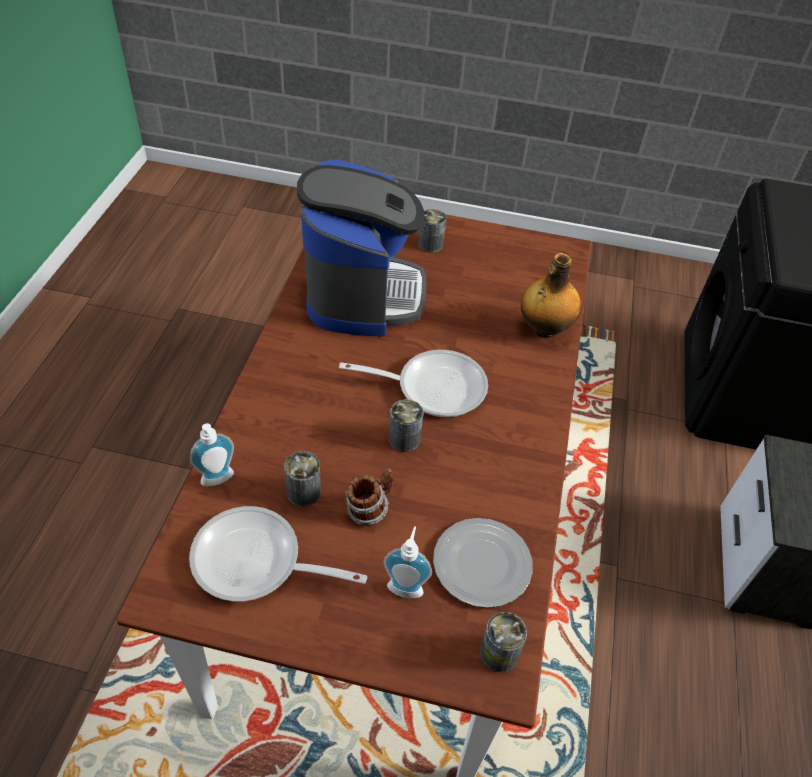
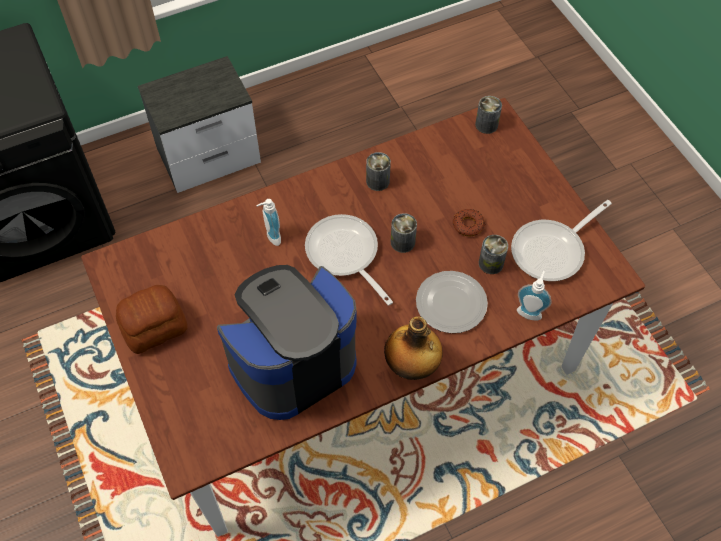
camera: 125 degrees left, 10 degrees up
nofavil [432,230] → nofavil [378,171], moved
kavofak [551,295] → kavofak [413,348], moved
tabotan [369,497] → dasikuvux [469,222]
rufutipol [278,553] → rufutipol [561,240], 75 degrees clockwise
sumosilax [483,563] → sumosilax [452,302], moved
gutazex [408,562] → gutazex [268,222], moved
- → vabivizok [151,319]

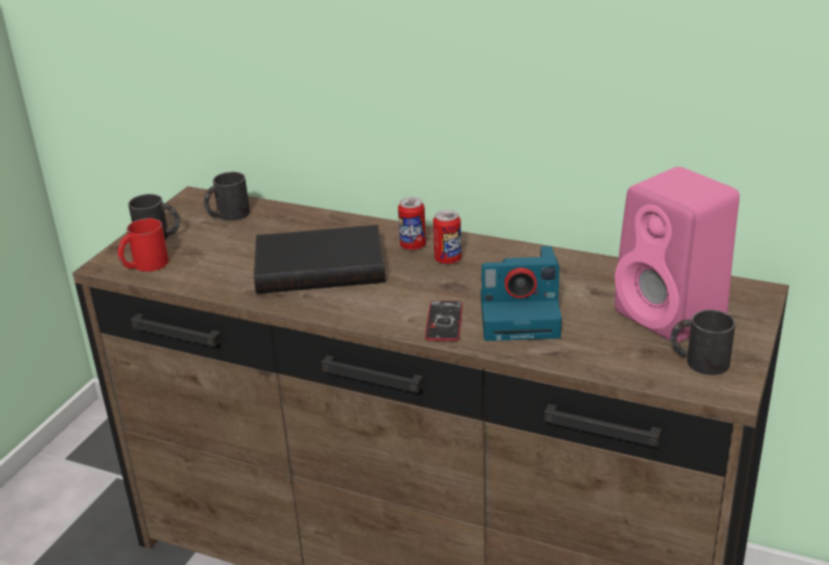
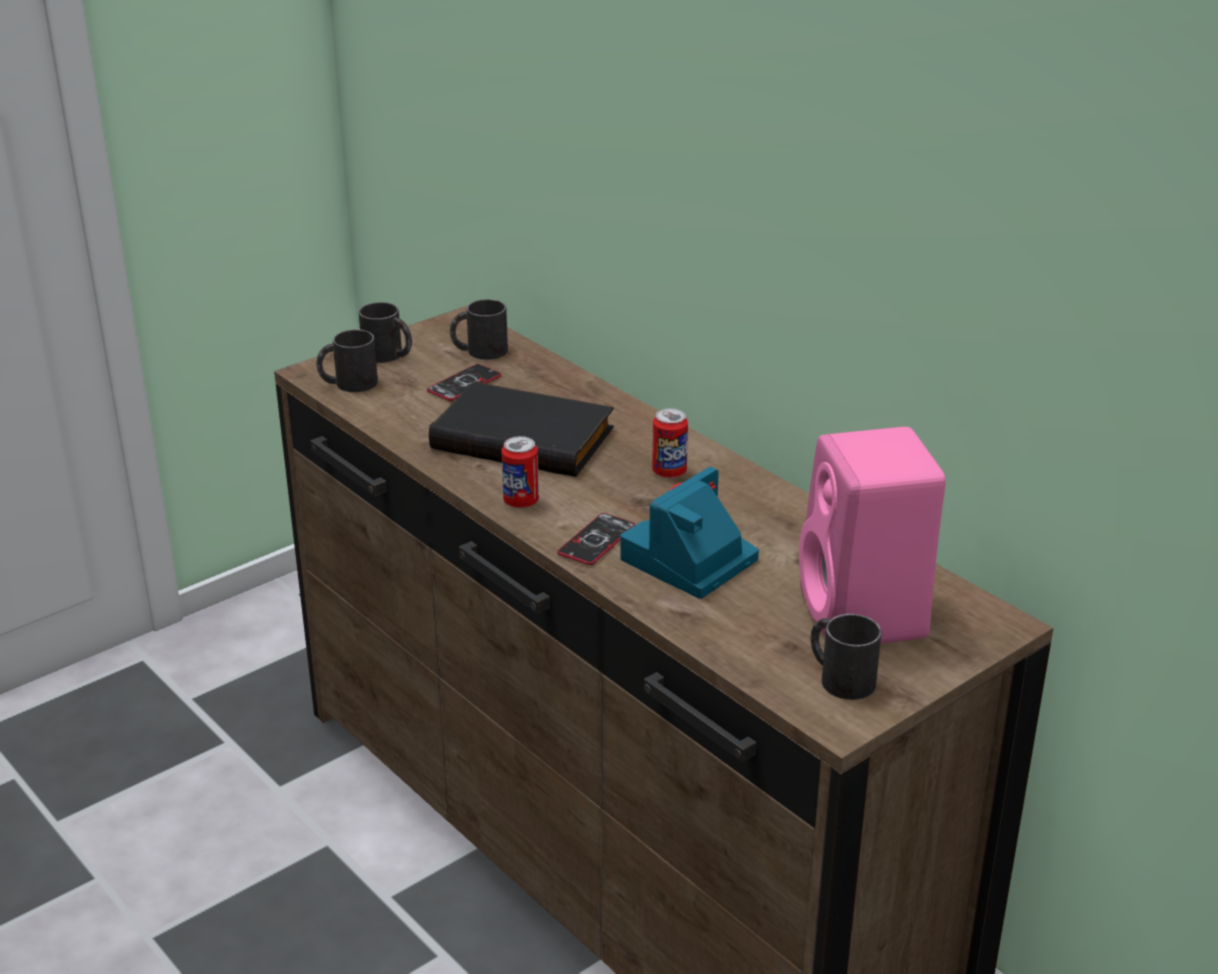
camera: 25 degrees right, 0 degrees up
nofavil [412,224] → nofavil [520,472], moved
tabotan (red) [143,245] → tabotan (black) [347,360]
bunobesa [521,293] → bunobesa [689,533], 105 degrees clockwise
- → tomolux [464,382]

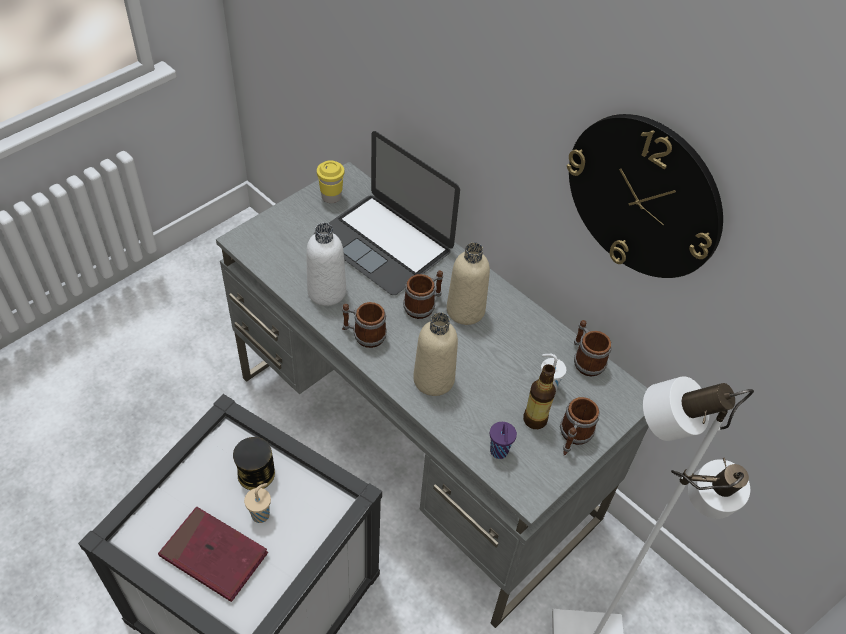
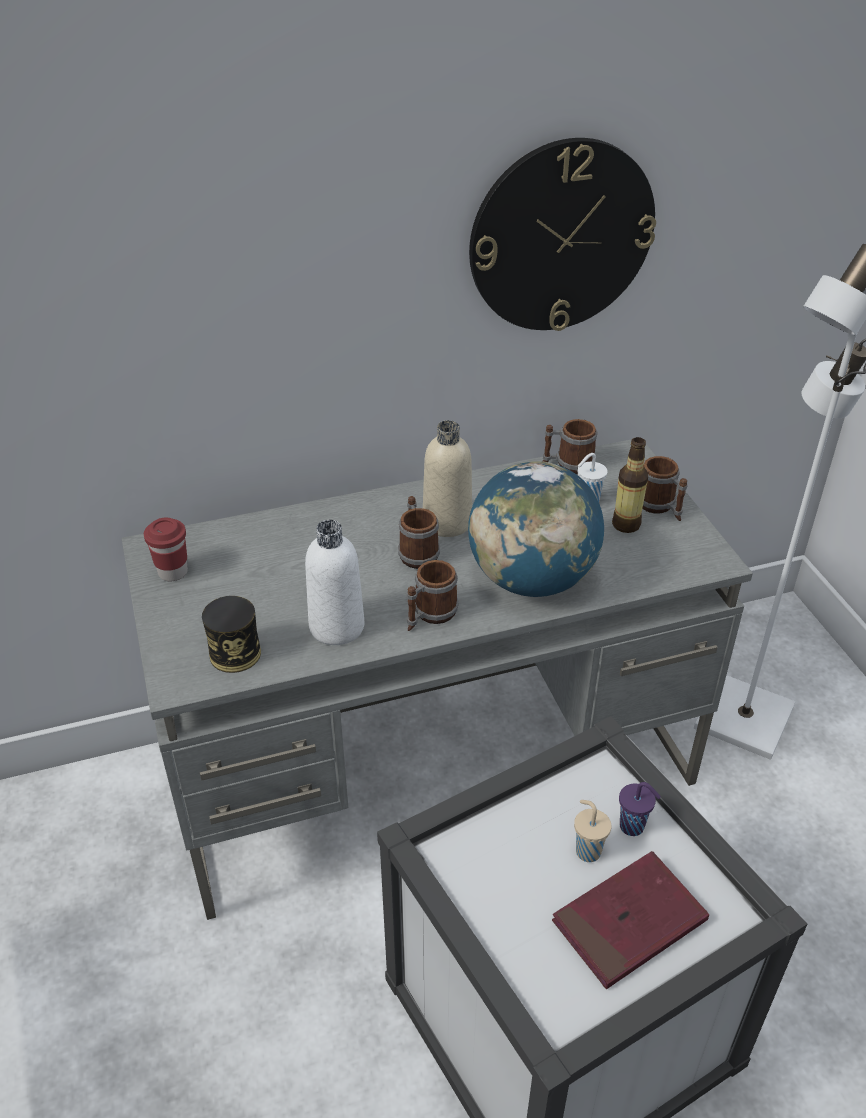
camera: 60 degrees left, 10 degrees down
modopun [387,213] → -
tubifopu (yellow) [330,181] → tubifopu (red) [166,549]
kavofak (beige) [435,354] → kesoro [536,529]
tubifopu (purple) [503,440] → tubifopu (purple) [640,809], moved
nofavil [254,463] → nofavil [231,634], moved

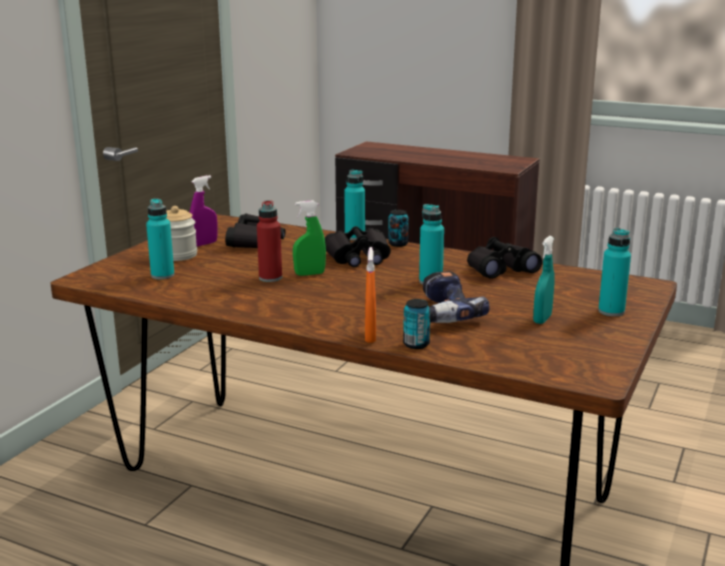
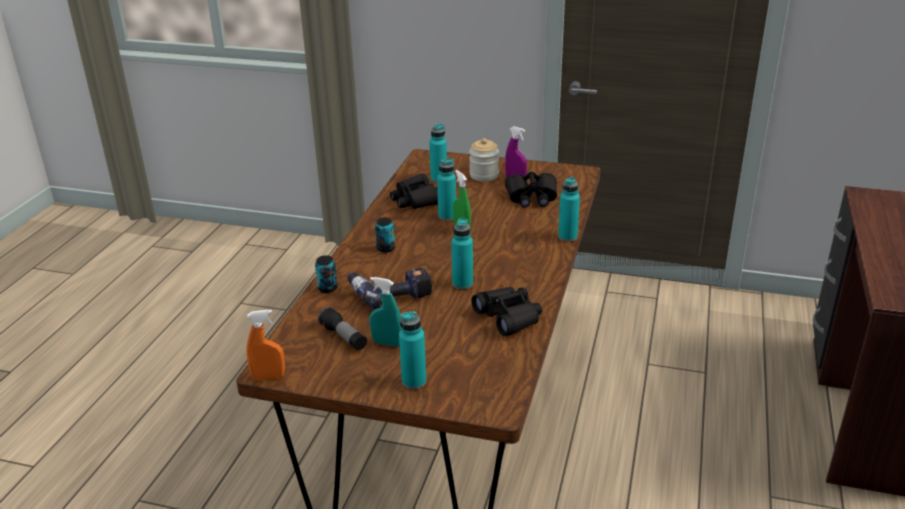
camera: 80 degrees right, 10 degrees up
kavofak (red) [269,241] → kavofak (turquoise) [446,189]
nofavil [398,228] → nofavil [385,235], moved
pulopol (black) [358,246] → pulopol (black) [414,191], moved
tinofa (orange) [370,295] → tinofa (orange) [265,345], moved
- → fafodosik [342,328]

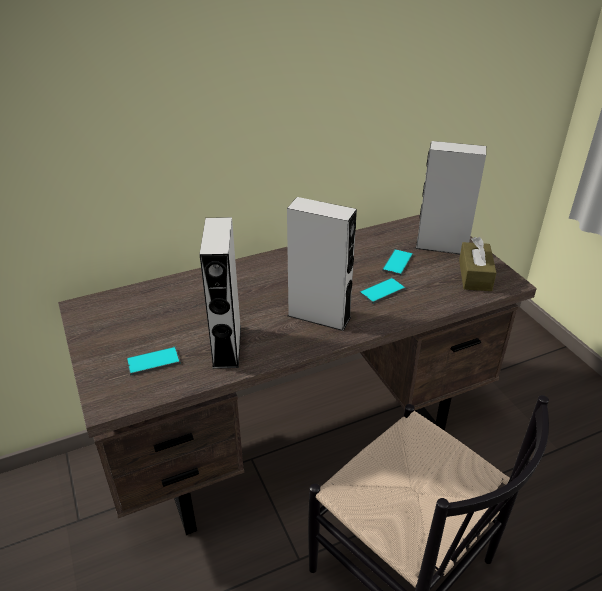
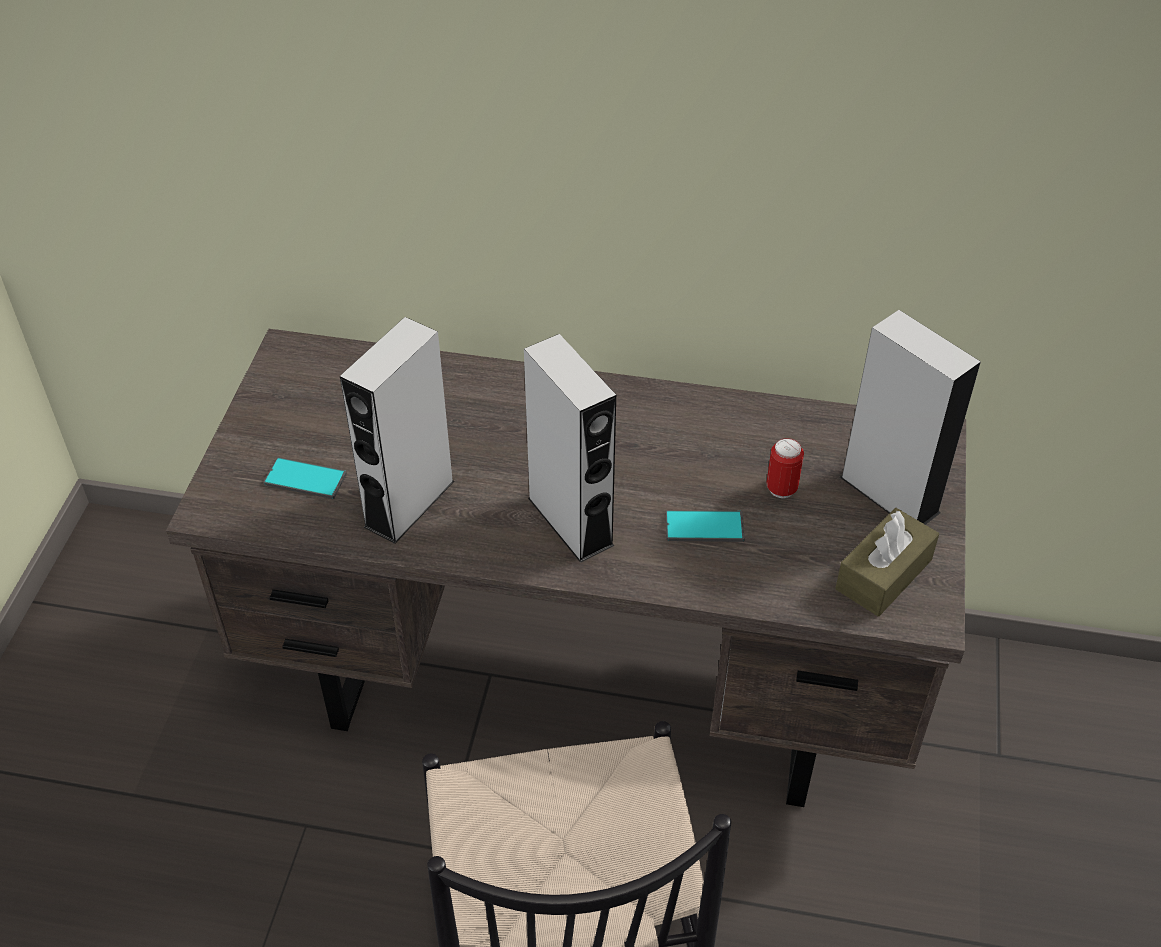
camera: 35 degrees right, 10 degrees up
tomolux [397,262] → nofavil [785,468]

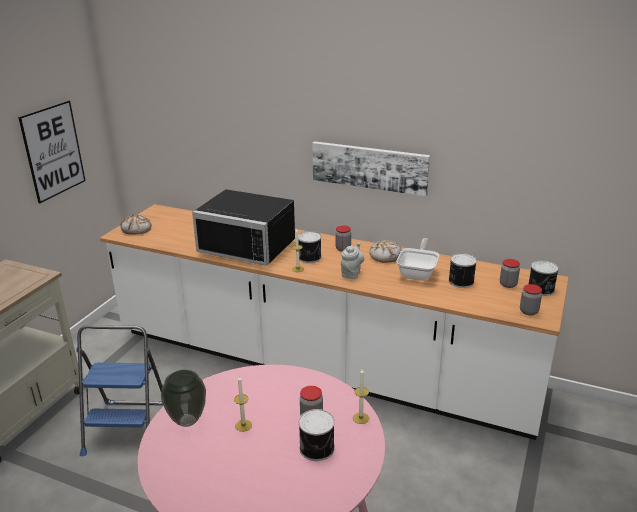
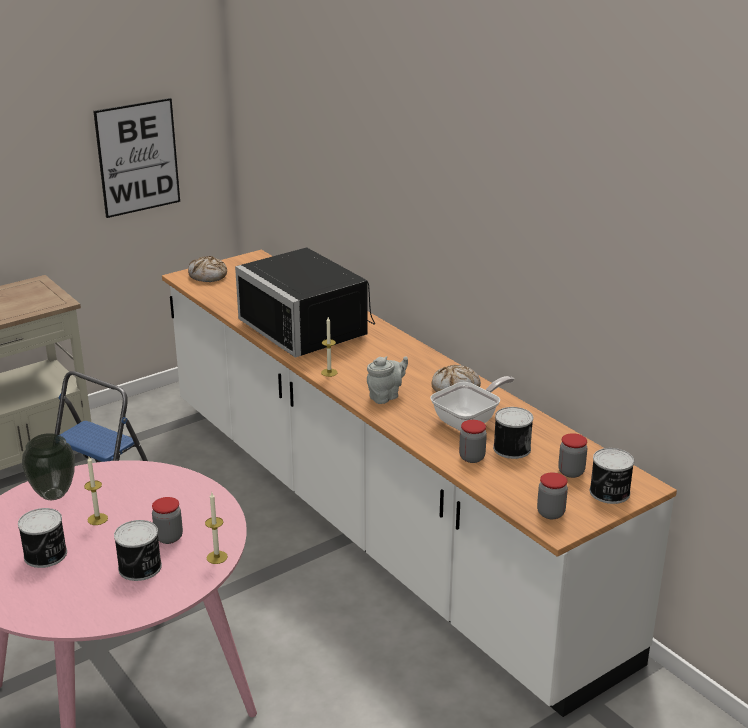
camera: 30 degrees right, 0 degrees up
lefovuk [371,168] → -
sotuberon [343,238] → sotuberon [473,441], moved
nofavil [309,247] → nofavil [42,538], moved

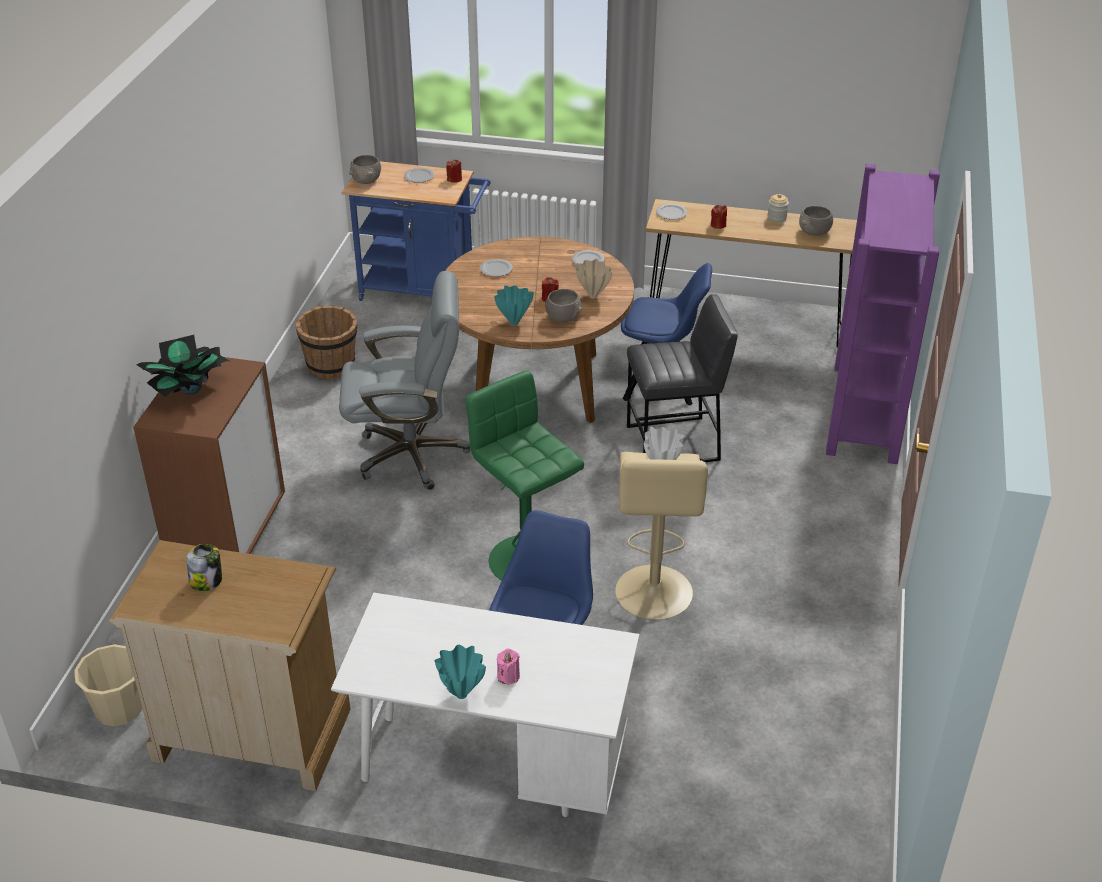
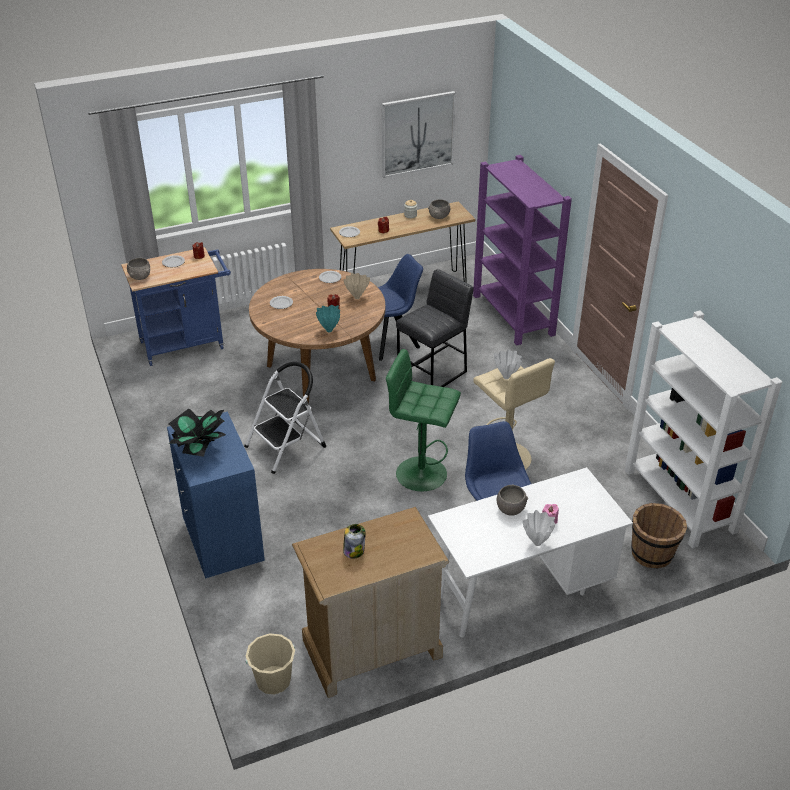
camera: 35 degrees left, 0 degrees up
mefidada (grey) [404,380] → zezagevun [285,418]
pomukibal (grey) [563,306] → pomukibal (grey) [512,500], moved
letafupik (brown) [326,342] → letafupik (brown) [659,535], moved
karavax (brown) [209,455] → karavax (blue) [216,495]
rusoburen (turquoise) [460,672] → rusoburen (white) [539,528]
- → lefovuk [419,134]
- → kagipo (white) [703,429]

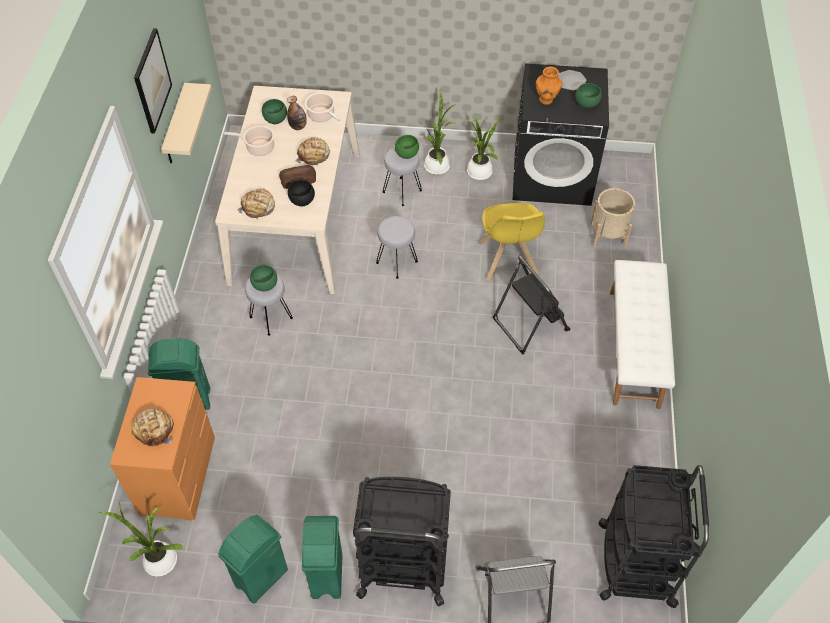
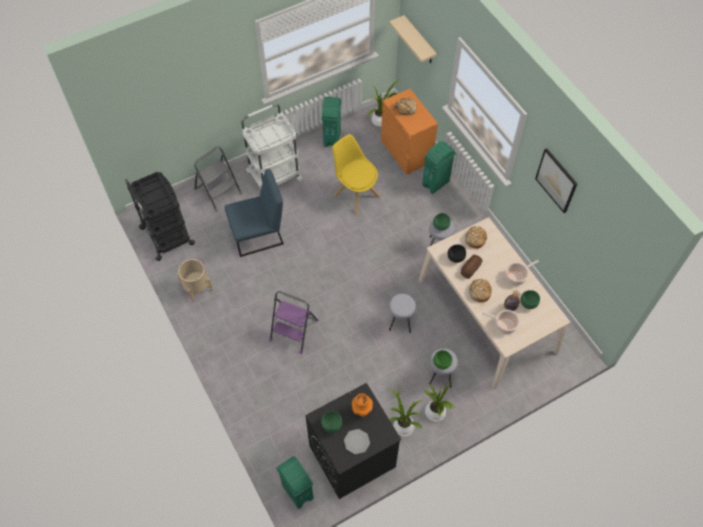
camera: 145 degrees right, 5 degrees up
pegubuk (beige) [186,123] → pegubuk (beige) [413,39], moved
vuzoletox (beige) [612,218] → vuzoletox (beige) [195,280], moved
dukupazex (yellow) [511,242] → dukupazex (yellow) [356,174], moved
zezagevun (black) [532,305] → zezagevun (purple) [294,322]
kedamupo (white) [642,334] → -
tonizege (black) [402,541] → tonizege (white) [272,146]
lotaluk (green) [322,557] → lotaluk (green) [295,482], moved
- → dukupazex (blue) [254,213]

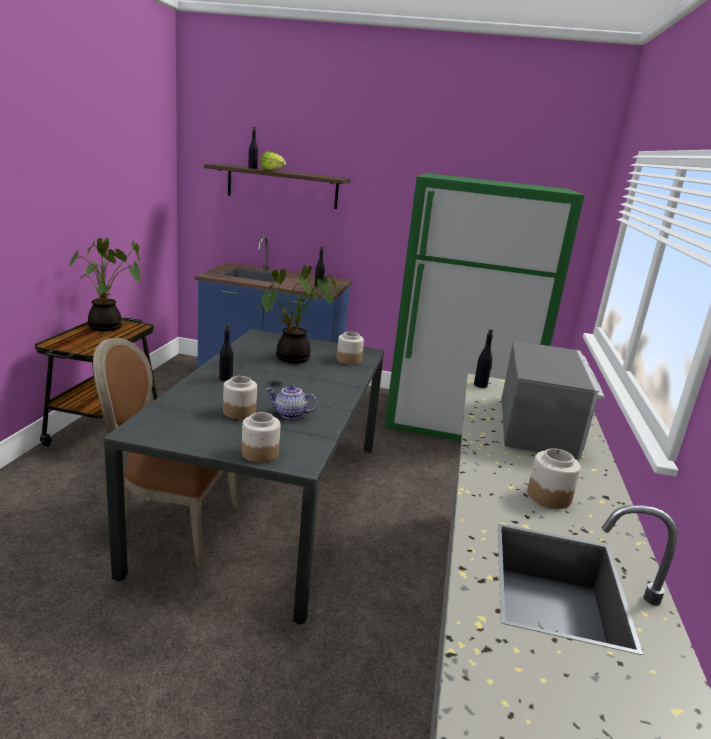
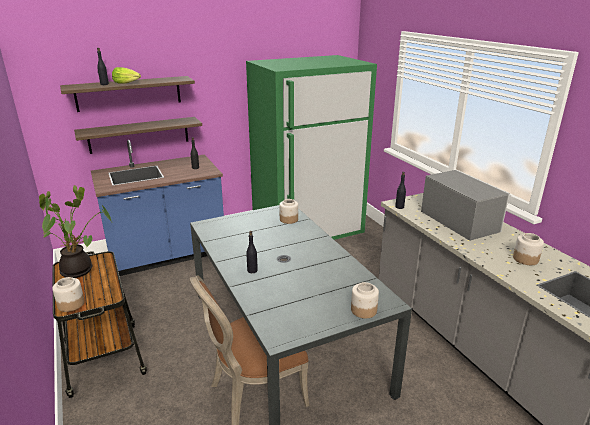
camera: 35 degrees left, 5 degrees up
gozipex [296,314] → -
sotuberon [240,397] → sotuberon [68,294], moved
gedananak [291,402] → -
- → pegubuk [138,135]

